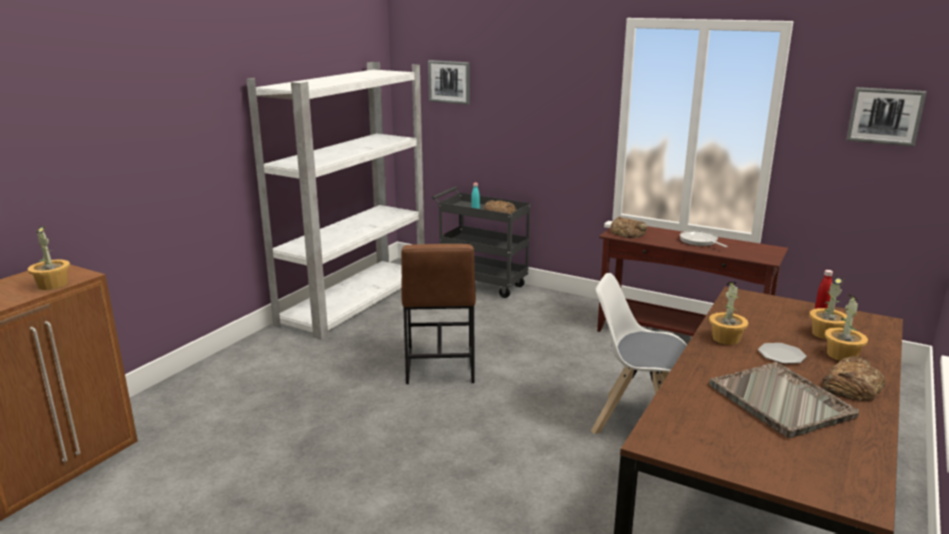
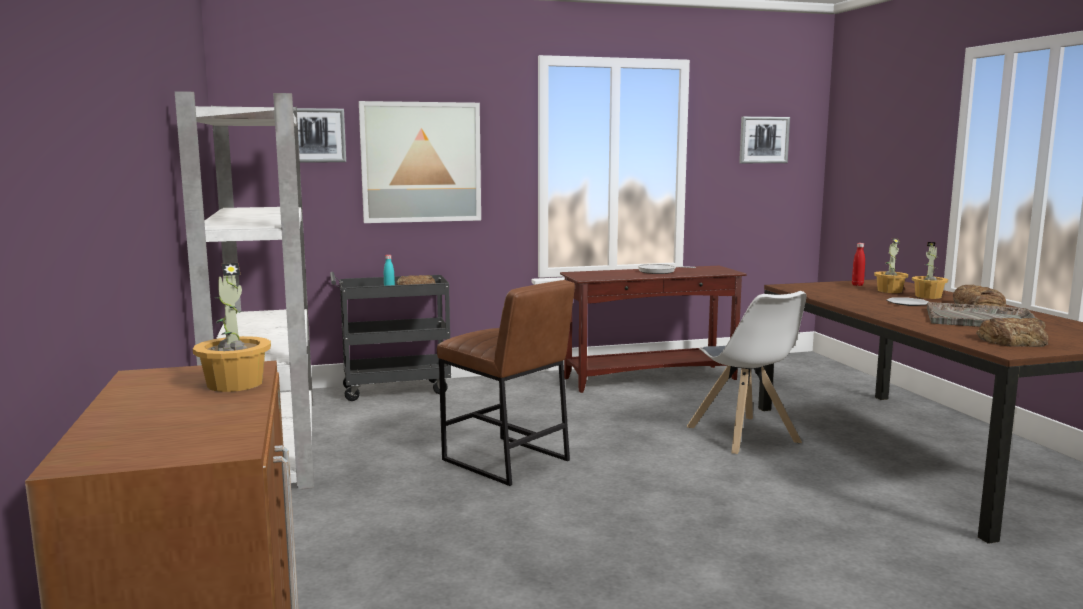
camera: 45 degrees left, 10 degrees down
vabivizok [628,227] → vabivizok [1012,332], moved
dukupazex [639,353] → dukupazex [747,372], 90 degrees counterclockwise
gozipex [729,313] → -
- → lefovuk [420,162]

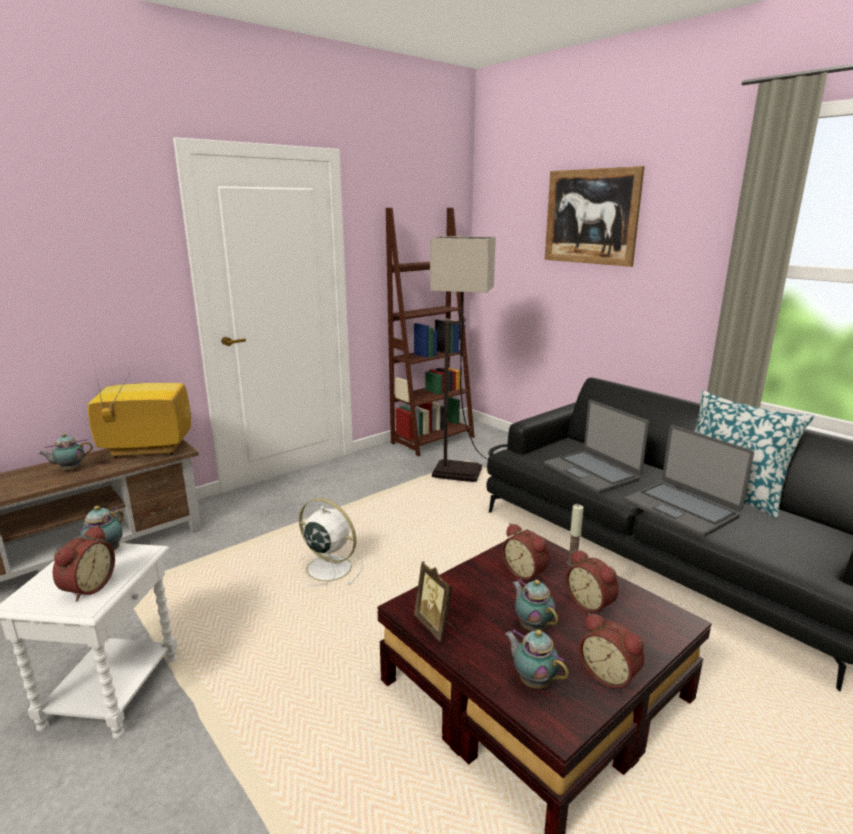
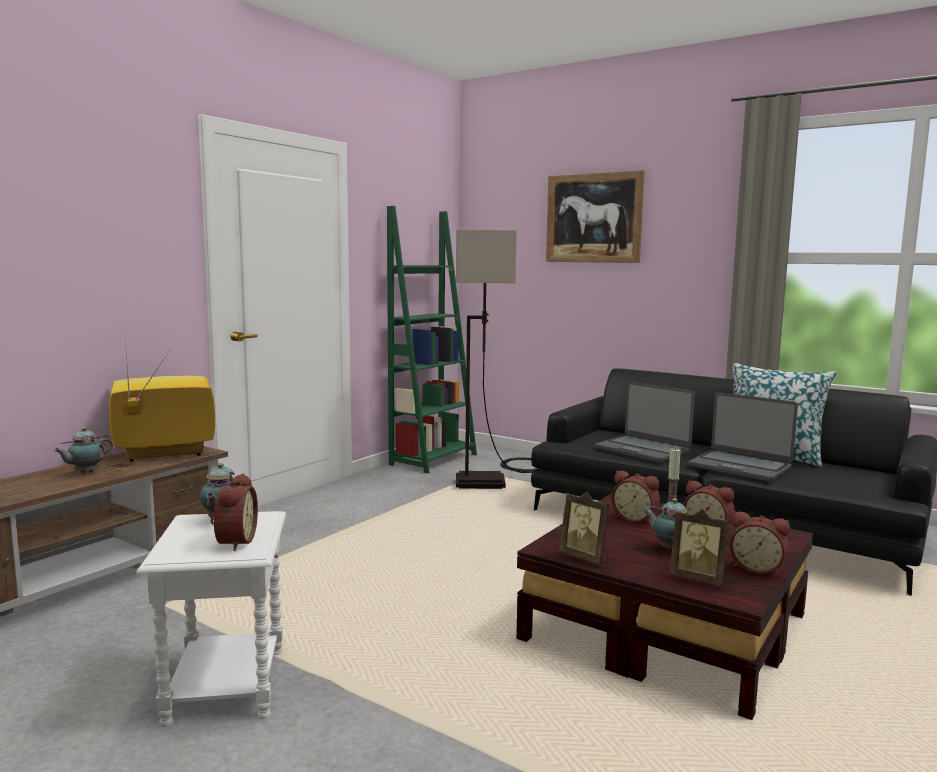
camera: 15 degrees left, 10 degrees down
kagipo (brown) [430,332] → kagipo (green) [432,339]
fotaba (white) [328,542] → -
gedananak [537,659] → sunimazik [699,547]

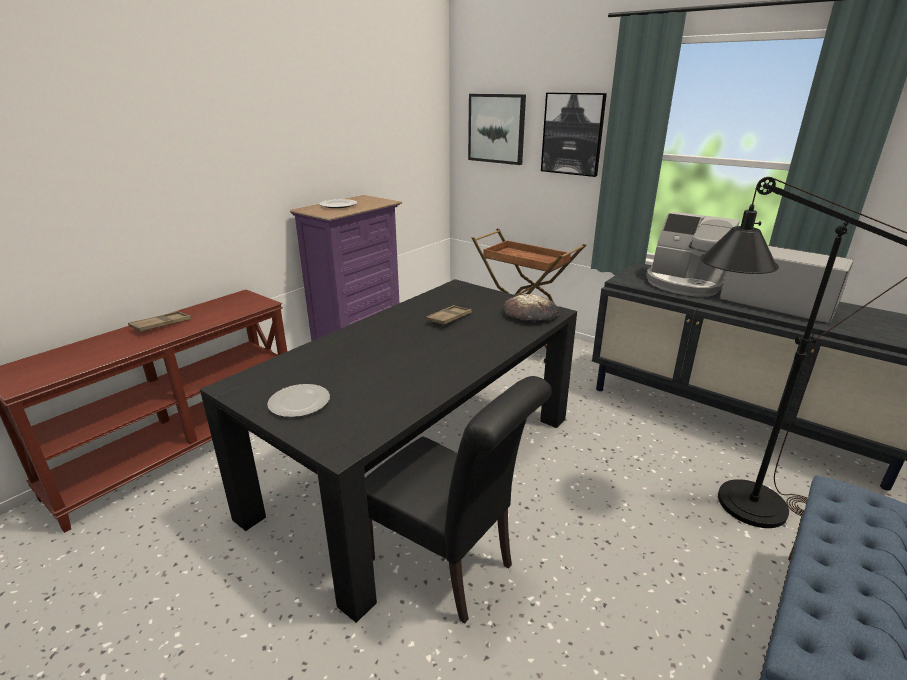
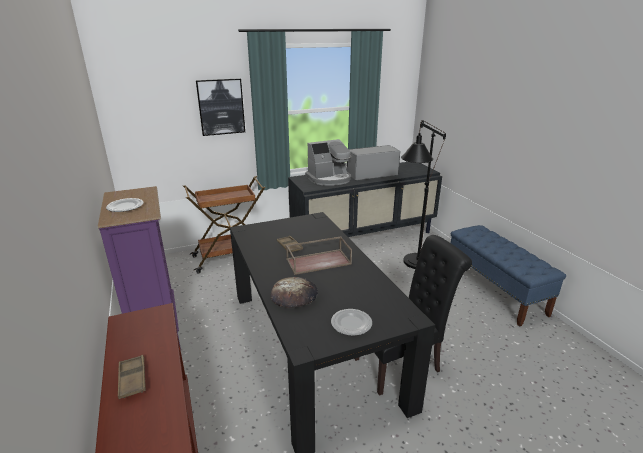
camera: 60 degrees left, 0 degrees up
lefovuk [497,129] → -
vabivizok [531,308] → vabivizok [294,292], moved
- → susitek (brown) [319,255]

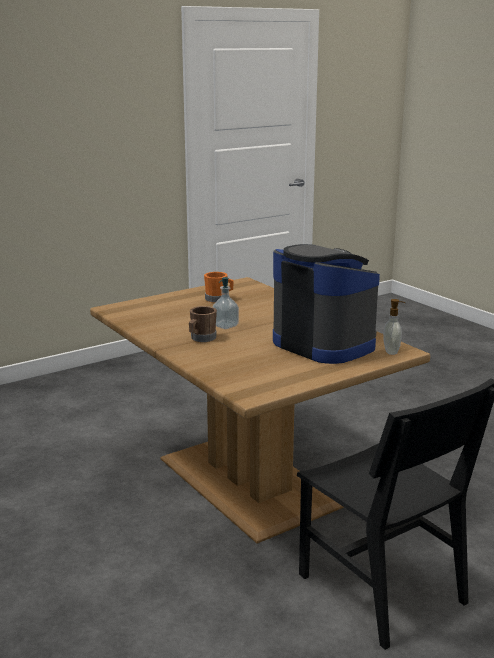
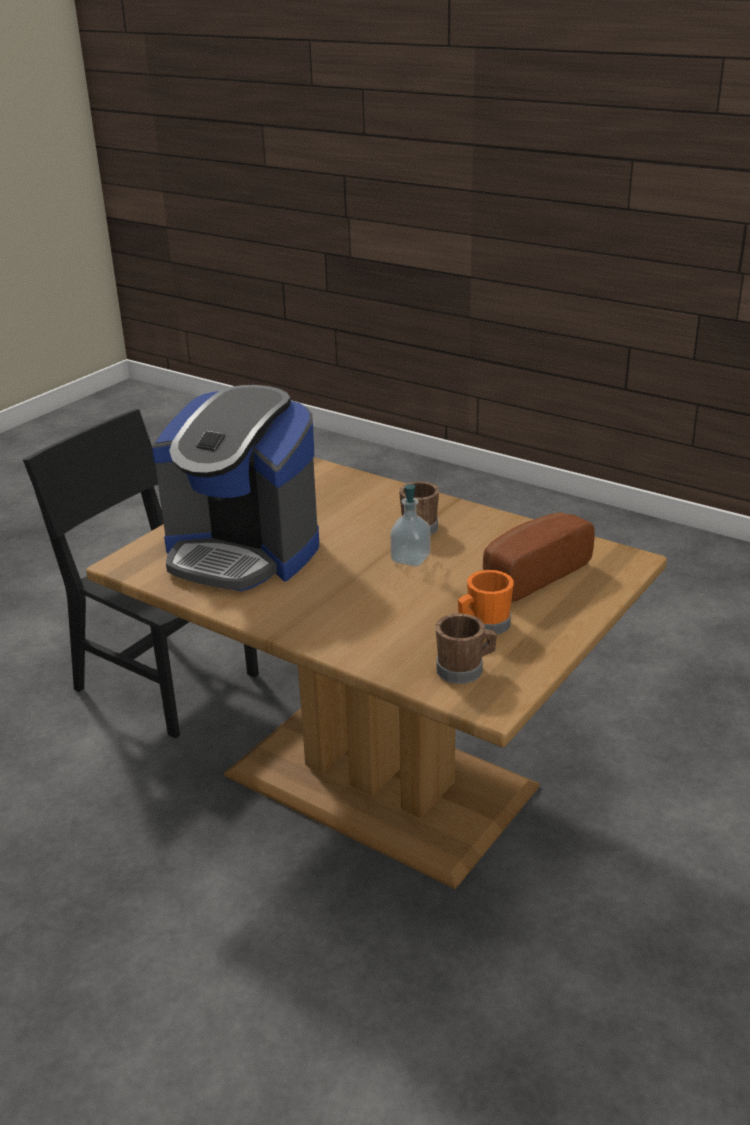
camera: 160 degrees right, 10 degrees up
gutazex [394,327] → -
- → vabivizok [539,557]
- → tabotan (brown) [466,648]

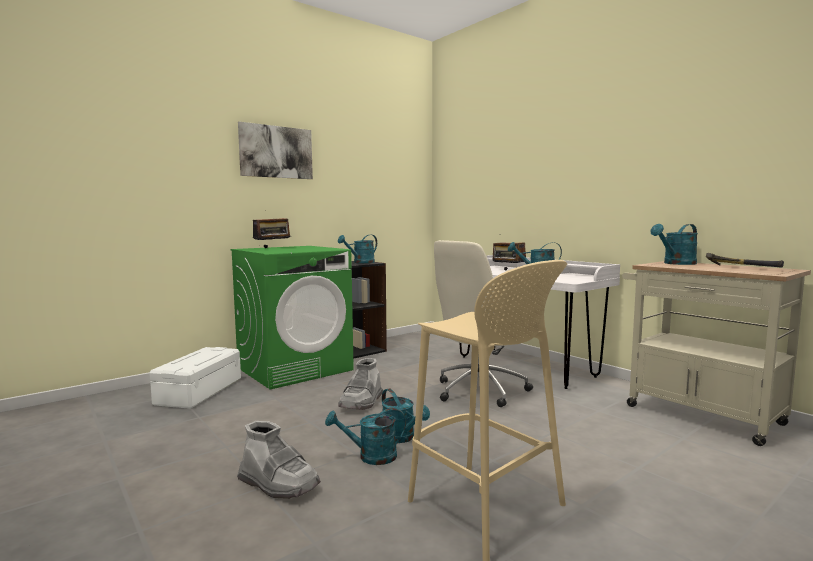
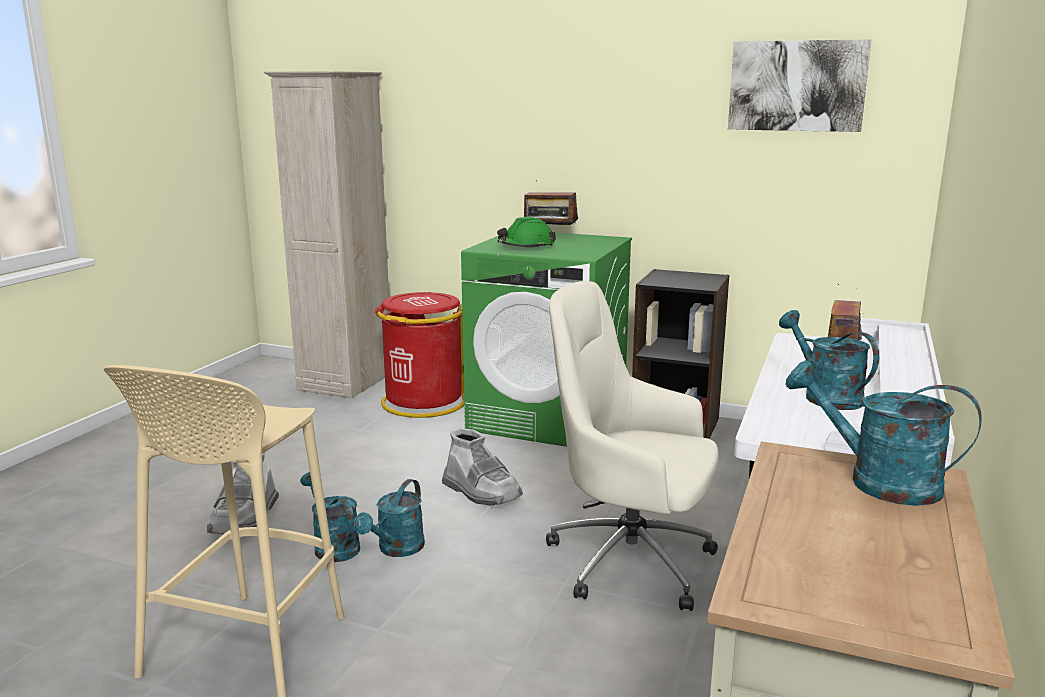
camera: 60 degrees right, 10 degrees up
lefovuk [275,150] → lefovuk [800,85], moved
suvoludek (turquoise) [357,249] → -
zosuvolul [745,260] → -
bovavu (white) [195,378] → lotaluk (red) [419,355]
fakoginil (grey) [360,384] → fakoginil (grey) [482,467], 120 degrees counterclockwise
- → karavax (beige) [327,234]
- → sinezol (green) [526,232]

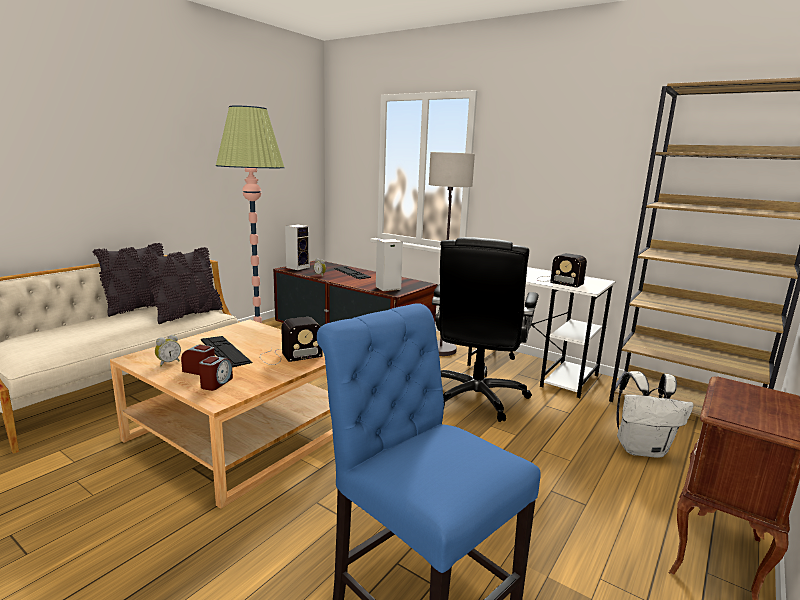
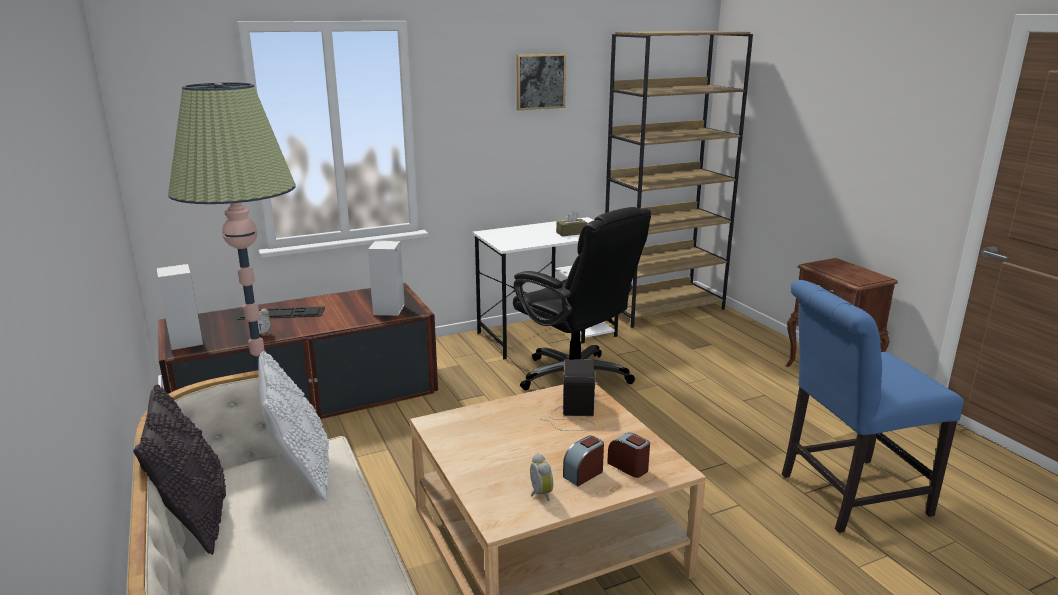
camera: 60 degrees left, 5 degrees up
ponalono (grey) [452,254] → -
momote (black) [182,285] → momote (white) [293,426]
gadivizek [562,270] → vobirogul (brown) [571,223]
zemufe [227,351] → -
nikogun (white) [655,414] → -
- → lefovuk [541,82]

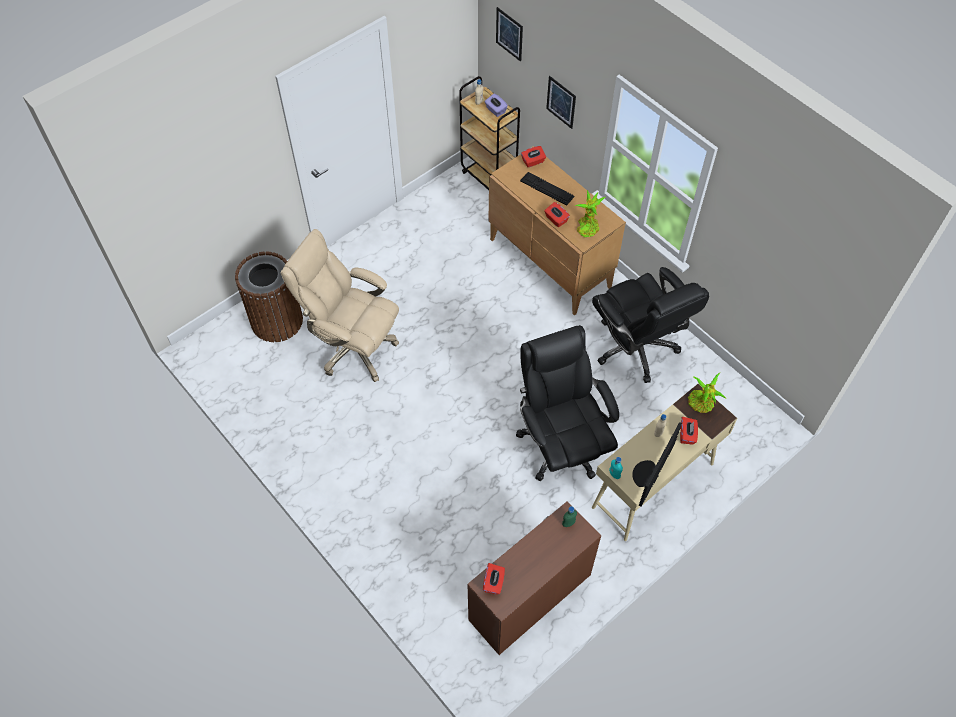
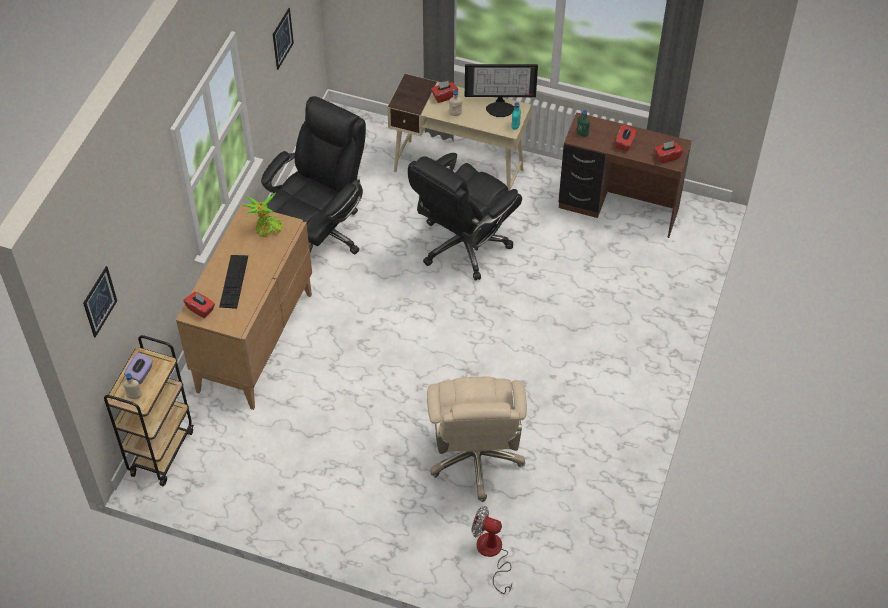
camera: 120 degrees left, 5 degrees down
lefovuk [561,102] → lefovuk [283,39], moved
vobirogul (red) [557,214] → vobirogul (red) [625,137], moved
lotaluk (brown) [269,296] → fotaba [492,550]
gozipex [707,392] → -

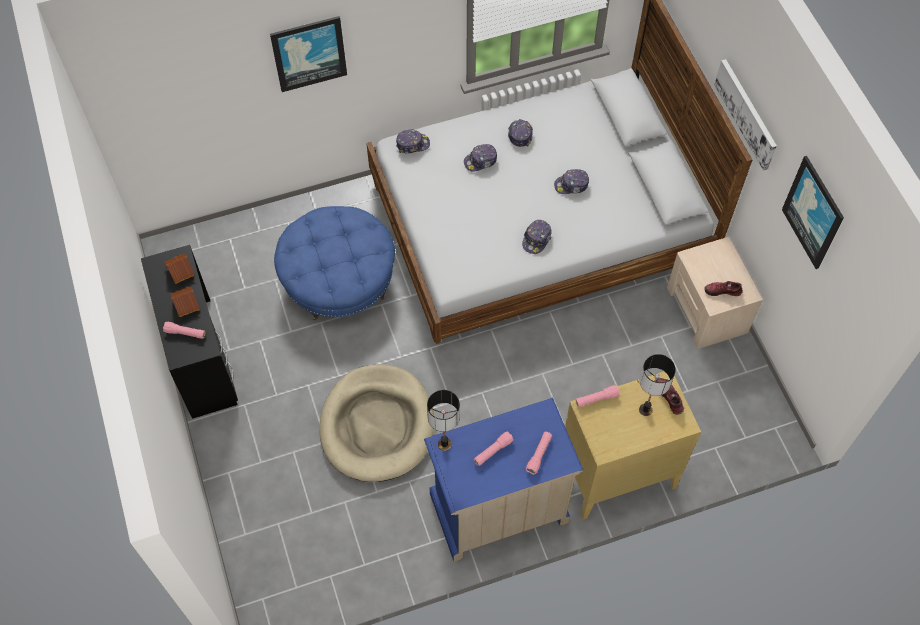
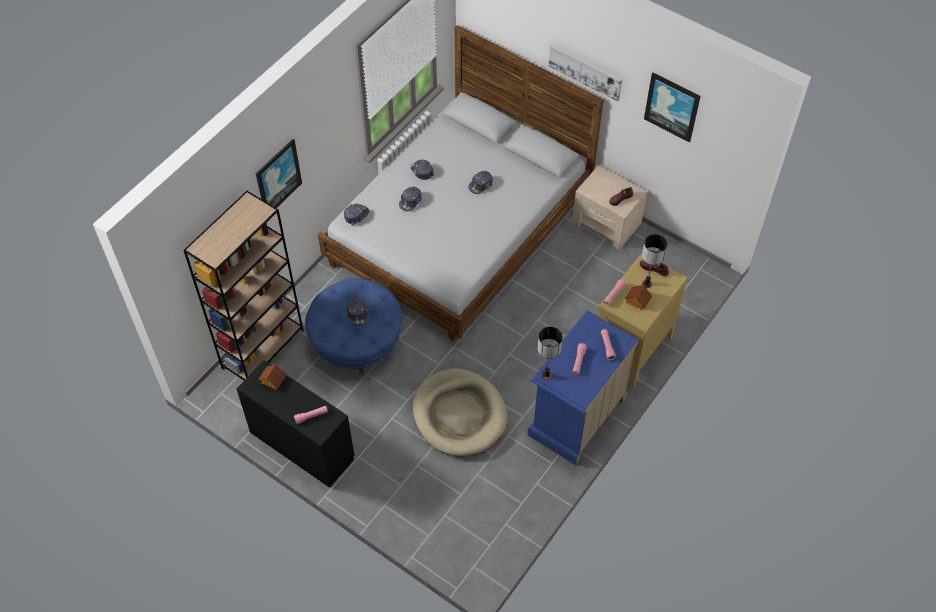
camera: 35 degrees left, 5 degrees down
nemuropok [537,237] → nemuropok [357,312], moved
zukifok [185,301] → zukifok [638,297], moved
- → kagipo (beige) [243,285]

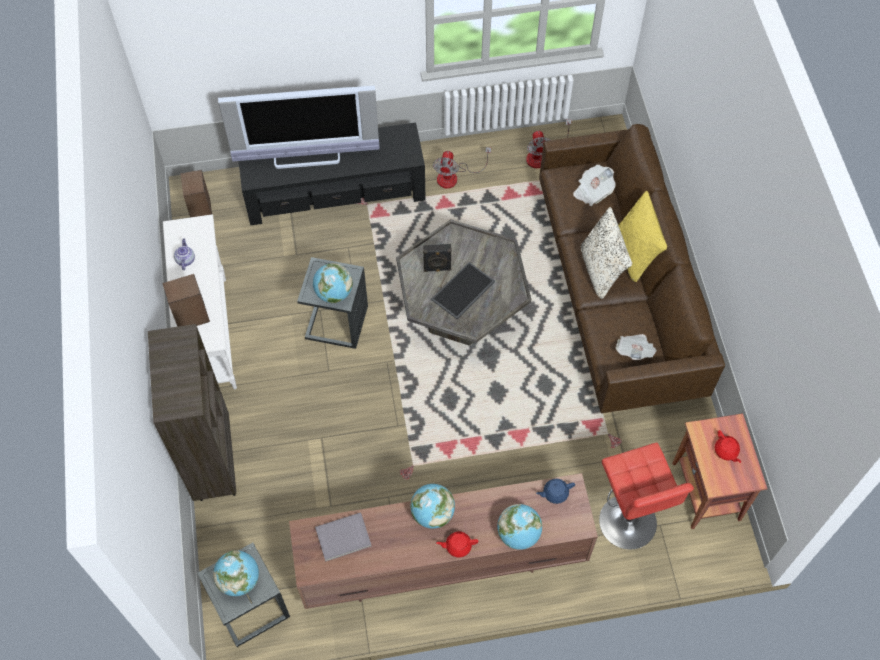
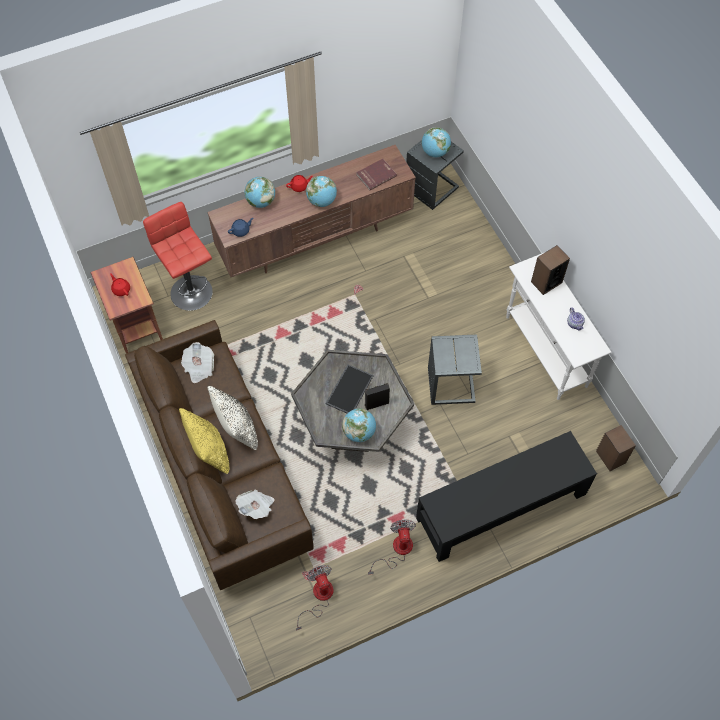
camera: 165 degrees right, 0 degrees up
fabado [299,127] → -
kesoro [333,283] → kesoro [359,425], moved
kagipo (brown) [192,412] → -
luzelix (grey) [343,536] → luzelix (red) [376,175]

